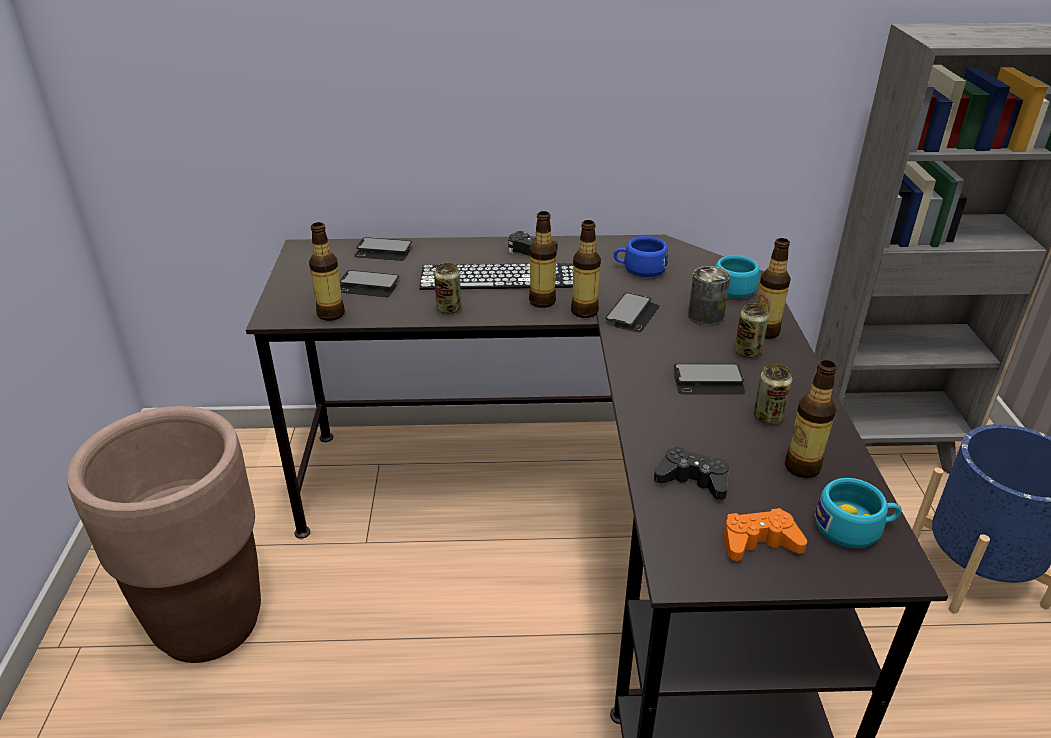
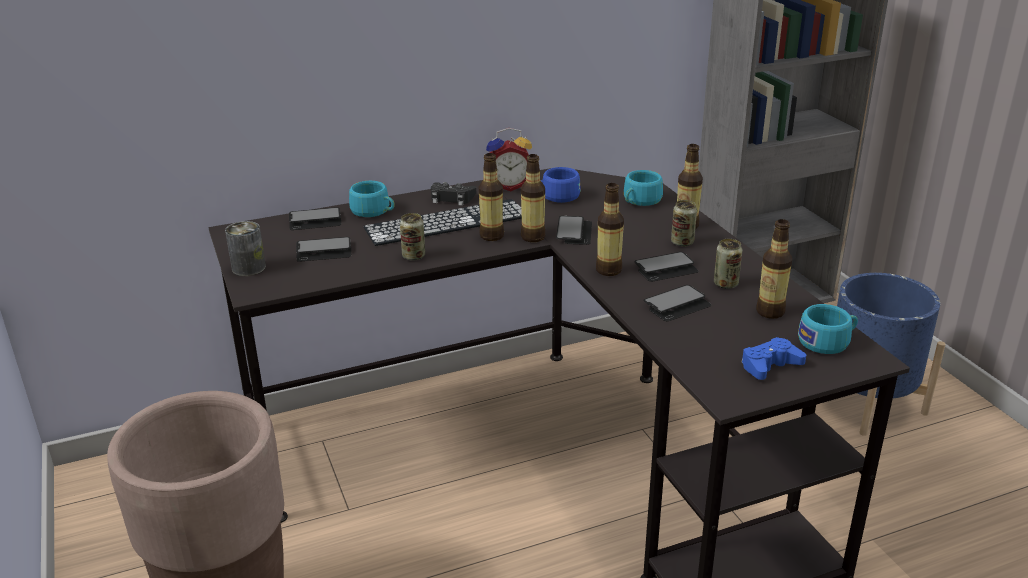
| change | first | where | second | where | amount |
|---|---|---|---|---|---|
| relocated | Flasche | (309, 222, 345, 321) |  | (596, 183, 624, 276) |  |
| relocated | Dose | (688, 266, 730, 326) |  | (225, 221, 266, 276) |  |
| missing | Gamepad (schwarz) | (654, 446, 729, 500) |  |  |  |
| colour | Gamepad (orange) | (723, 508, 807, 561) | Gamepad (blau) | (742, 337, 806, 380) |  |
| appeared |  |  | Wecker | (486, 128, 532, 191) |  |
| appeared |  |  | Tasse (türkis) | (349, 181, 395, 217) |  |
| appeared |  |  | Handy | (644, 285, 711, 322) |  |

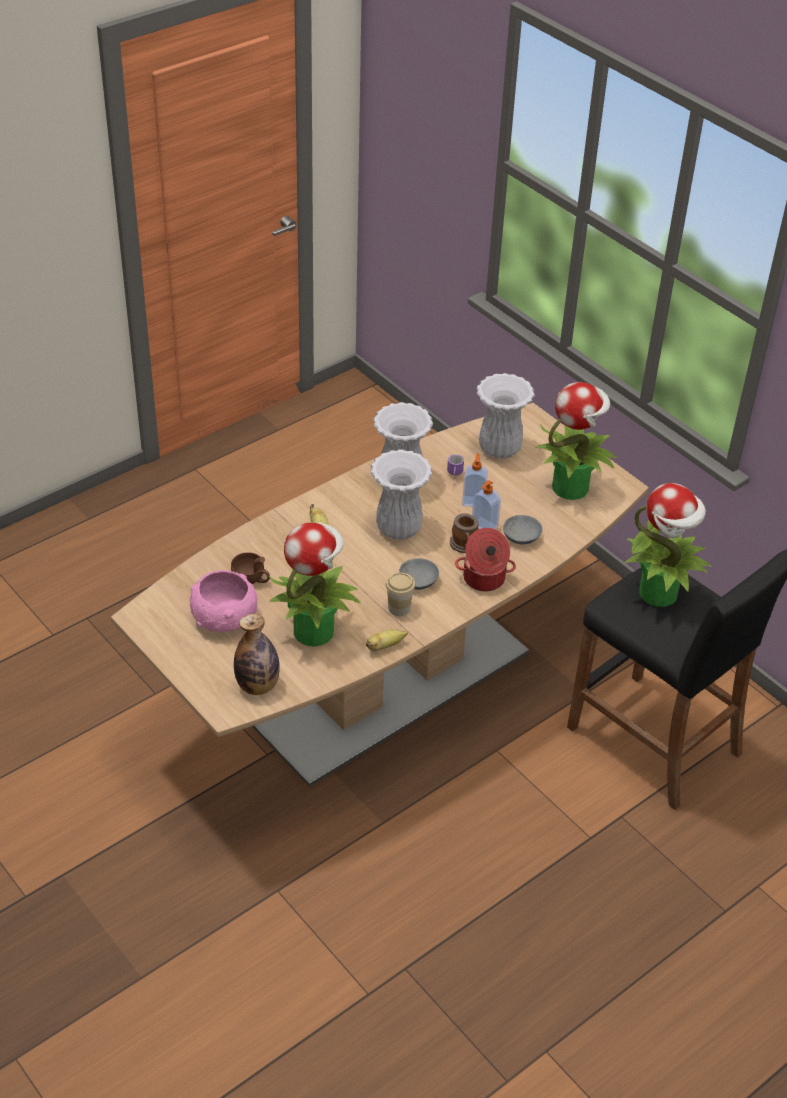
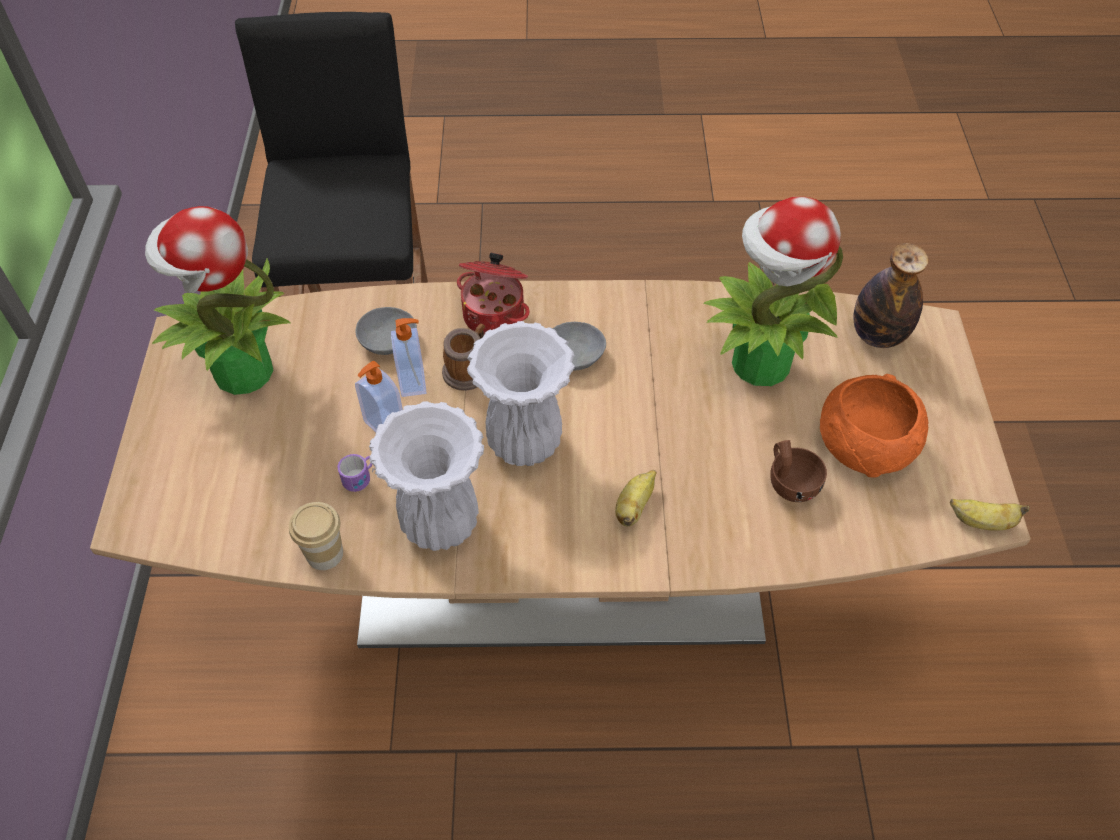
| change | first | where | second | where | amount |
|---|---|---|---|---|---|
| missing | Vase (weiß) | (477, 373, 535, 459) |  |  |  |
| missing | Topfpflanze | (625, 483, 712, 607) |  |  |  |
| colour | Schüssel (rosa) | (190, 570, 258, 632) | Schüssel (orange) | (820, 374, 928, 478) |  |
| relocated | Tasse | (386, 573, 415, 616) |  | (289, 502, 343, 570) |  |
| relocated | Banane | (366, 629, 408, 651) |  | (950, 498, 1030, 530) |  |

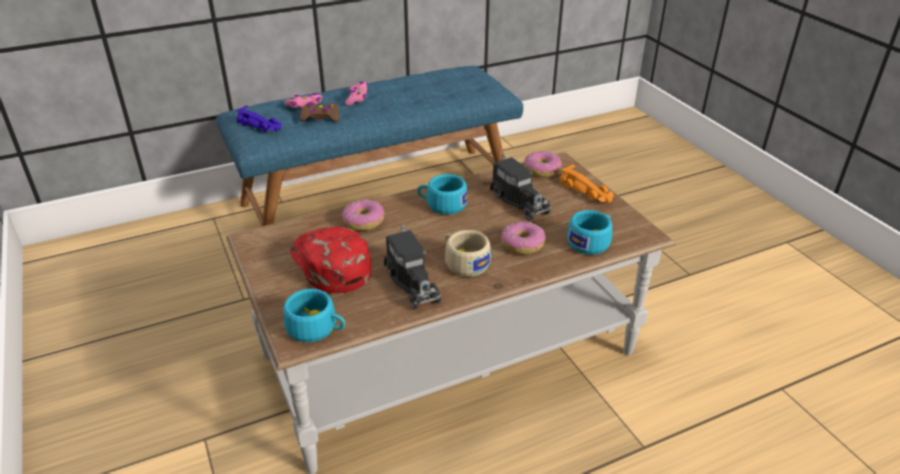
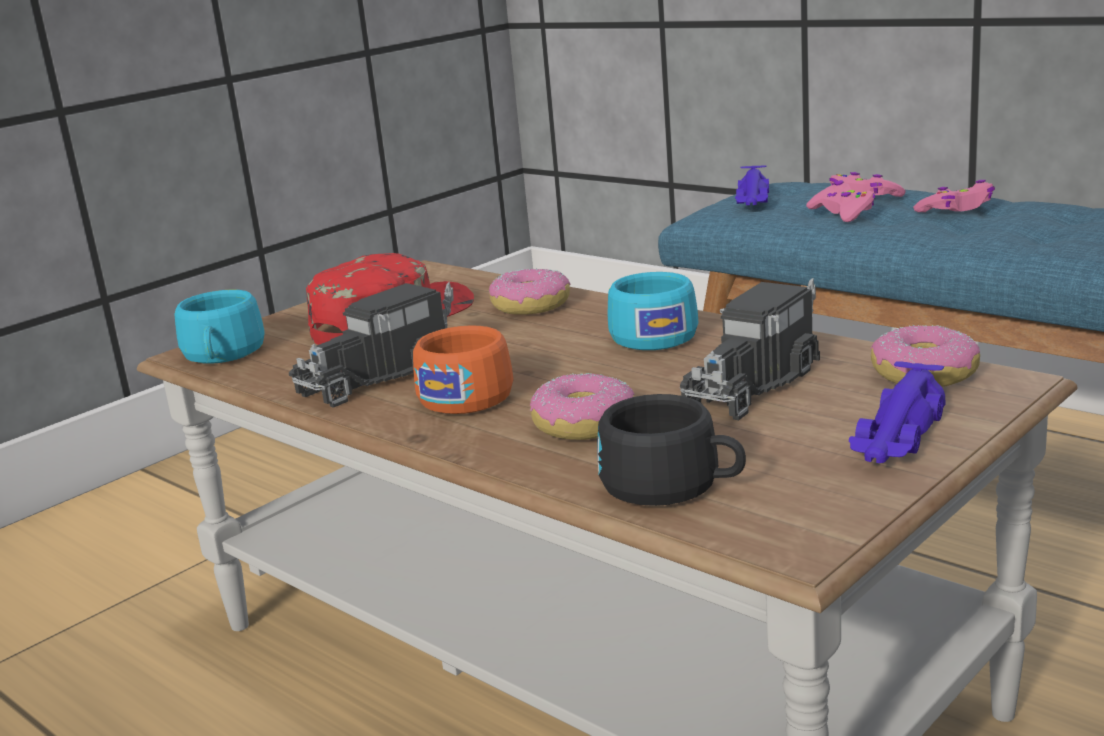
| change | first | where | second | where | amount |
|---|---|---|---|---|---|
| colour | Gamepad (braun) | (300, 102, 339, 122) | Gamepad (rosa) | (806, 180, 875, 222) |  |
| colour | Spielzeugauto (orange) | (559, 164, 614, 203) | Spielzeugauto (lila) | (849, 361, 945, 463) |  |
| colour | Tasse (türkis) | (567, 210, 612, 255) | Tasse (schwarz) | (597, 394, 746, 506) |  |
| colour | Tasse (beige) | (445, 230, 491, 277) | Tasse (orange) | (413, 325, 514, 414) |  |

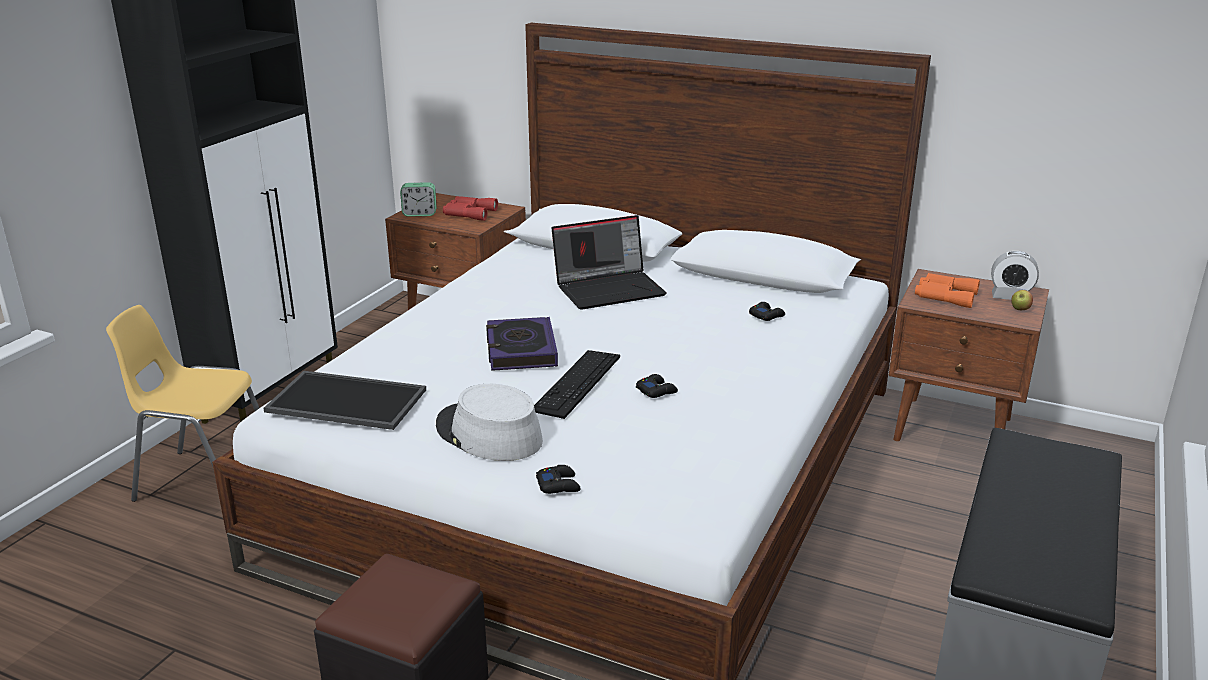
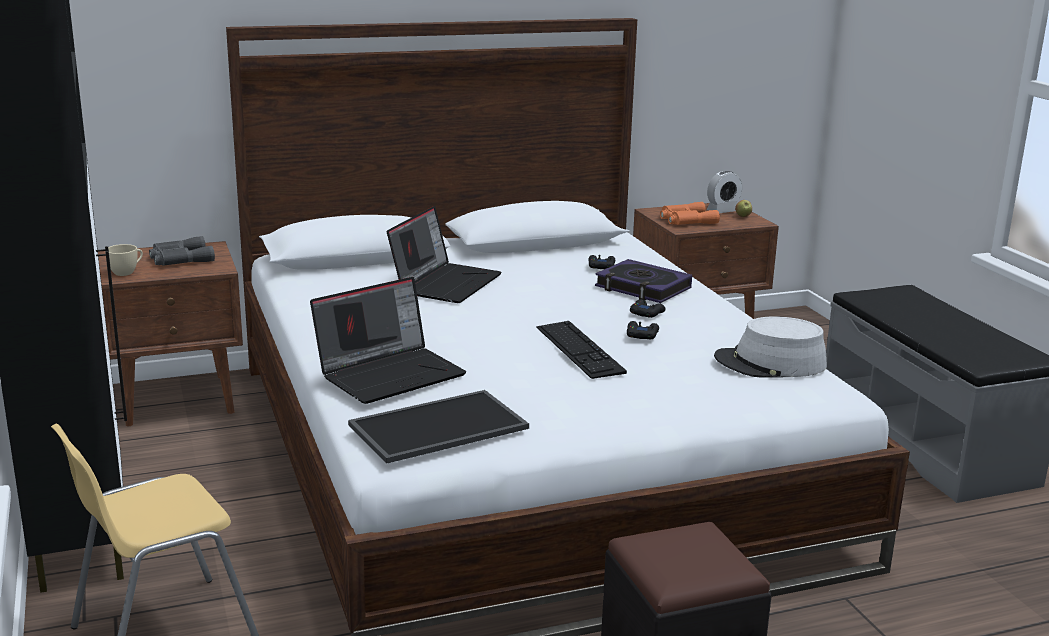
| change | first | where | second | where | amount |
|---|---|---|---|---|---|
| exchanged | Wecker | (400, 182, 437, 217) | Tasse (beige) | (108, 244, 143, 276) |  |
| colour | Fernglas (rot) | (443, 196, 498, 221) | Fernglas (grau) | (149, 236, 215, 266) |  |
| relocated | Buch | (486, 317, 558, 371) |  | (595, 259, 692, 303) |  |
| relocated | Hut (grau) | (436, 384, 543, 461) |  | (714, 316, 827, 378) |  |
| relocated | Gamepad (schwarz) | (536, 465, 581, 494) |  | (630, 299, 665, 318) |  |
| appeared |  |  | Laptop | (310, 277, 466, 404) |  |

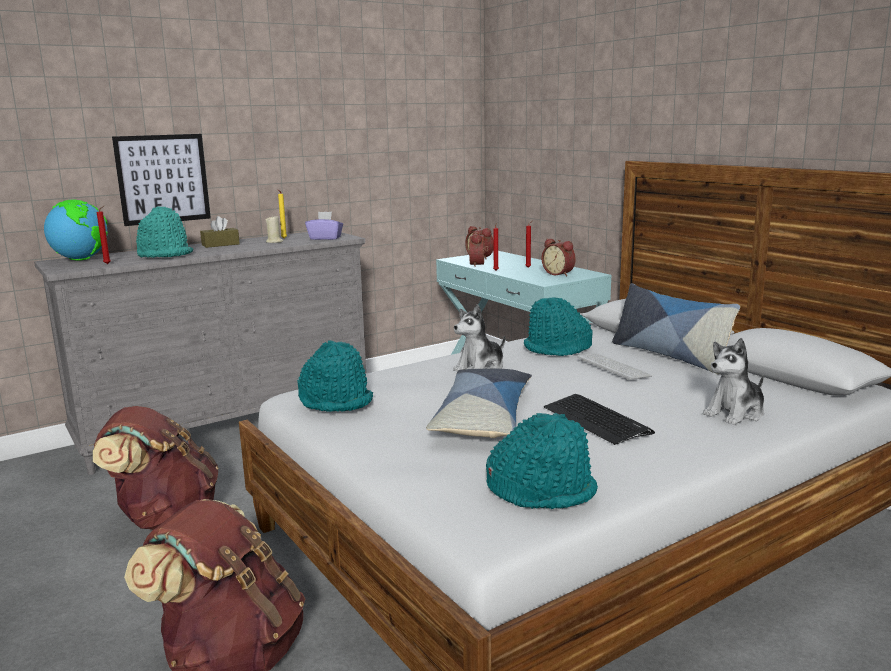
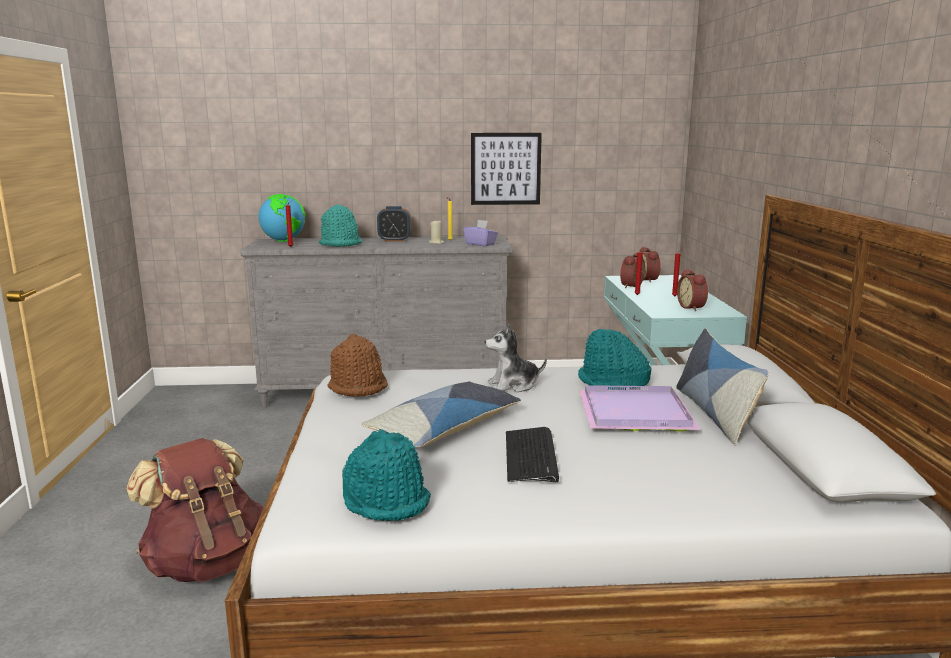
| change | first | where | second | where | amount |
|---|---|---|---|---|---|
| relocated | Bild | (112, 134, 211, 226) |  | (471, 133, 542, 205) |  |
| exchanged | Taschentuchbox (braun) | (200, 216, 240, 248) | Wecker | (377, 206, 411, 242) |  |
| missing | Plüschtier | (703, 338, 764, 425) |  |  |  |
| colour | Hut (türkis) | (297, 340, 373, 412) | Hut (braun) | (328, 334, 388, 397) |  |
| exchanged | Tastatur | (577, 353, 652, 380) | Tablett (lila) | (578, 385, 701, 432) |  |
| missing | Rucksack (braun) | (93, 406, 219, 530) |  |  |  |

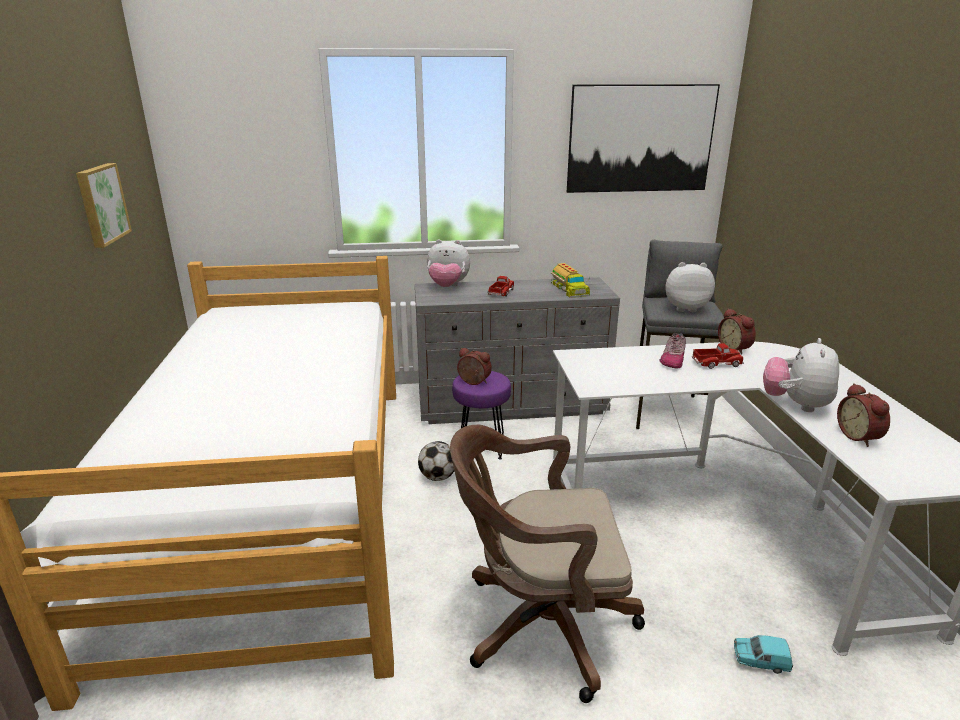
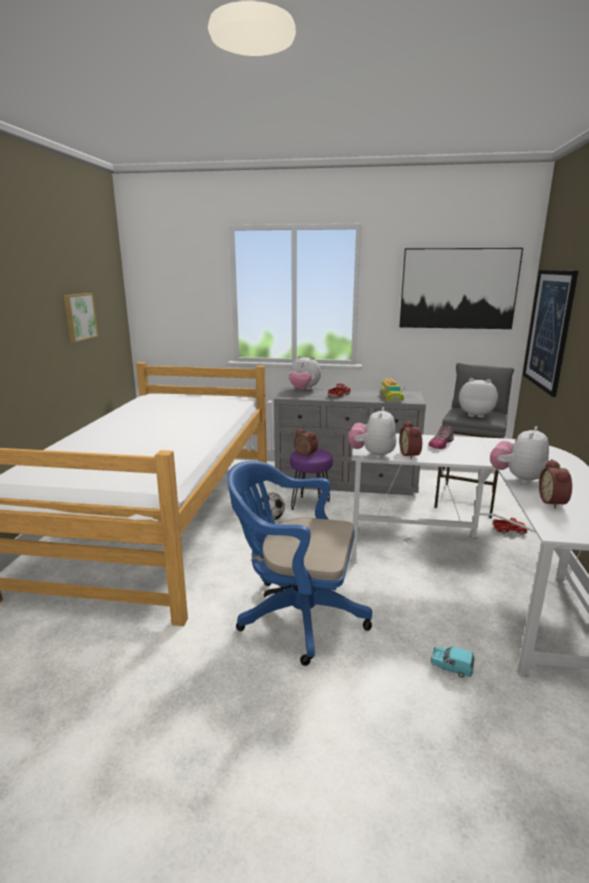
| change | first | where | second | where | amount |
|---|---|---|---|---|---|
| relocated | Wecker | (718, 308, 756, 354) |  | (399, 421, 422, 459) |  |
| relocated | Spielzeuglaster | (692, 343, 744, 369) |  | (492, 518, 528, 535) |  |
| colour | Bürostuhl (braun) | (450, 425, 645, 703) | Bürostuhl (blau) | (227, 461, 372, 666) |  |
| appeared |  |  | Bild | (523, 270, 579, 397) |  |
| appeared |  |  | Plüschtier | (348, 407, 396, 459) |  |

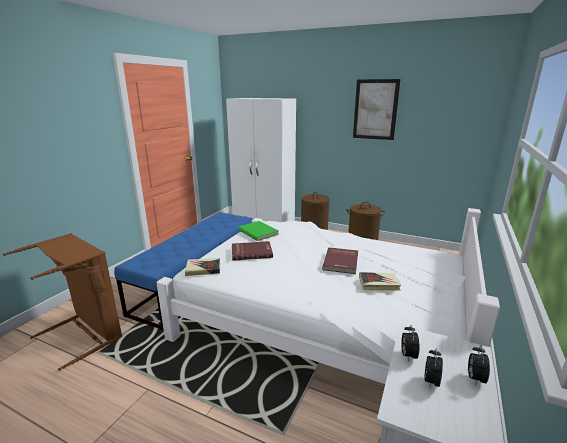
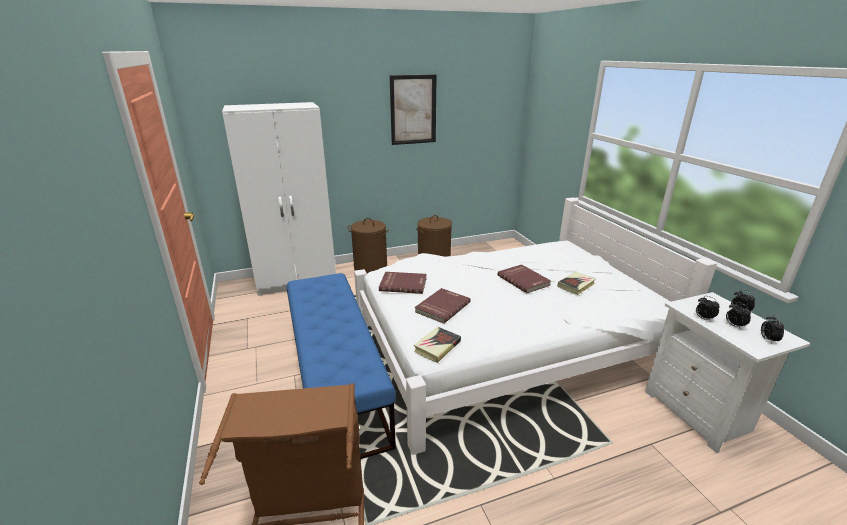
| change | first | where | second | where | amount |
|---|---|---|---|---|---|
| colour | Buch (grün) | (238, 221, 279, 241) | Buch (rot) | (379, 272, 427, 294) |  |
| appeared |  |  | Wecker | (761, 315, 784, 343) |  |

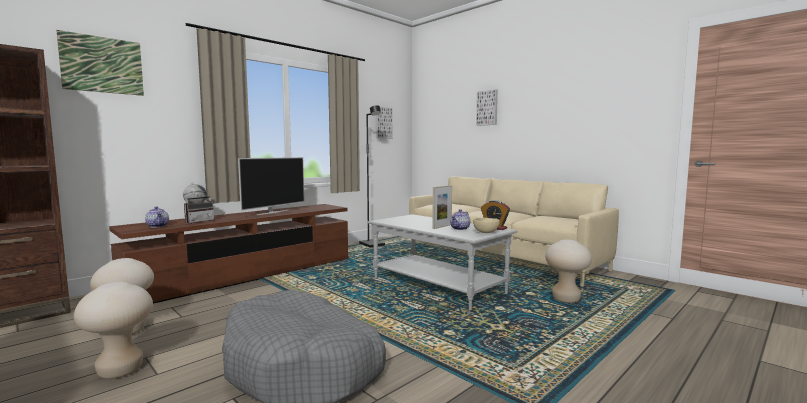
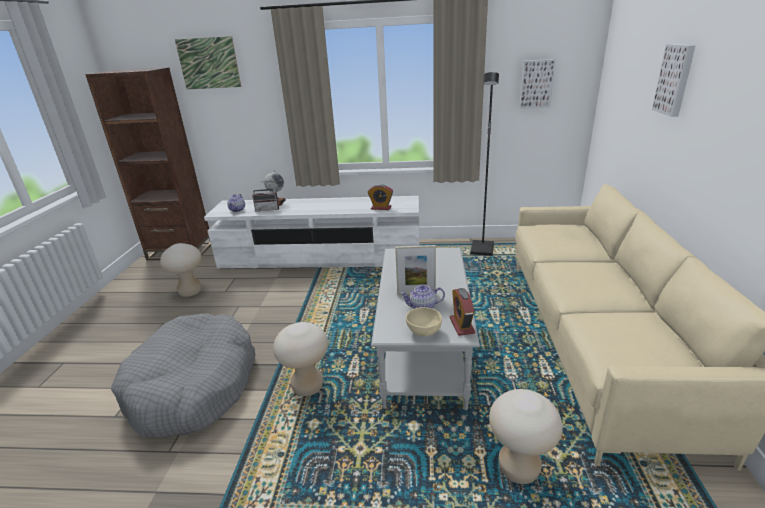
| change | first | where | second | where | amount |
|---|---|---|---|---|---|
| missing | Fernseher | (238, 157, 305, 215) |  |  |  |
| colour | Fernsehschrank (braun) | (109, 204, 348, 304) | Fernsehschrank (weiß) | (204, 196, 420, 269) |  |
| relocated | Hocker (beige) | (74, 282, 153, 379) |  | (273, 322, 328, 396) |  |
| appeared |  |  | Wecker | (368, 184, 393, 210) |  |

